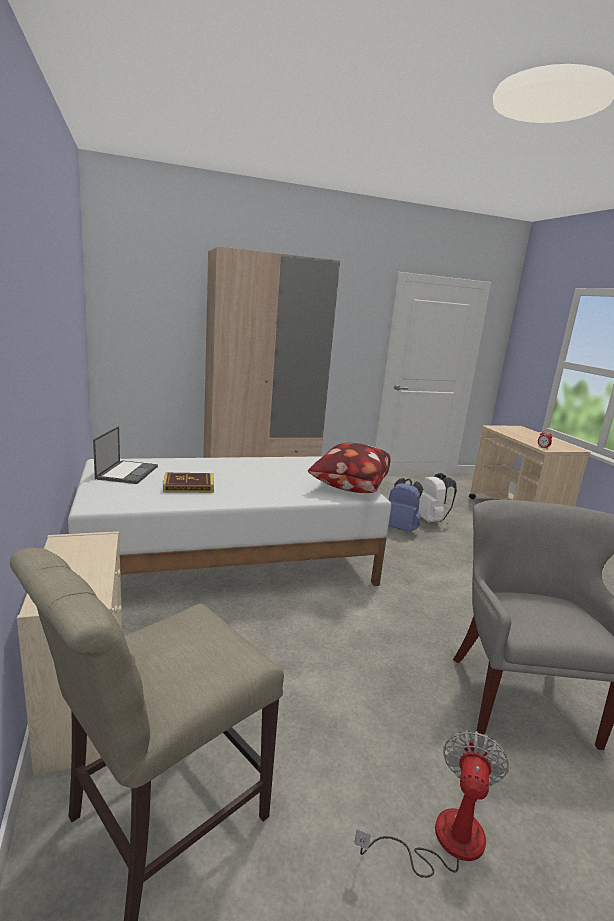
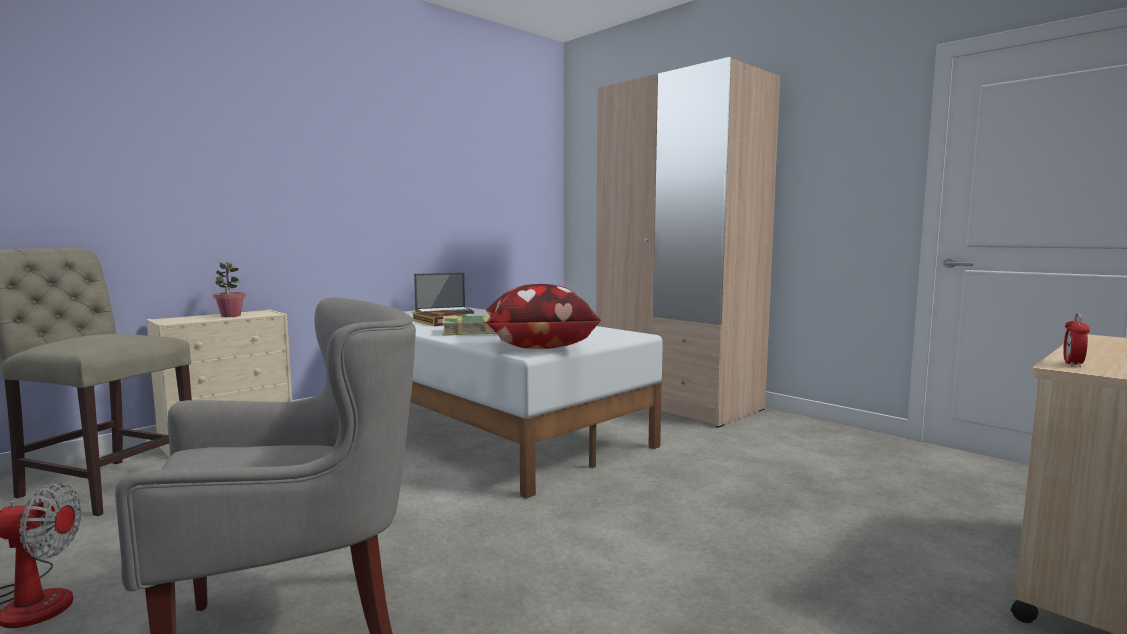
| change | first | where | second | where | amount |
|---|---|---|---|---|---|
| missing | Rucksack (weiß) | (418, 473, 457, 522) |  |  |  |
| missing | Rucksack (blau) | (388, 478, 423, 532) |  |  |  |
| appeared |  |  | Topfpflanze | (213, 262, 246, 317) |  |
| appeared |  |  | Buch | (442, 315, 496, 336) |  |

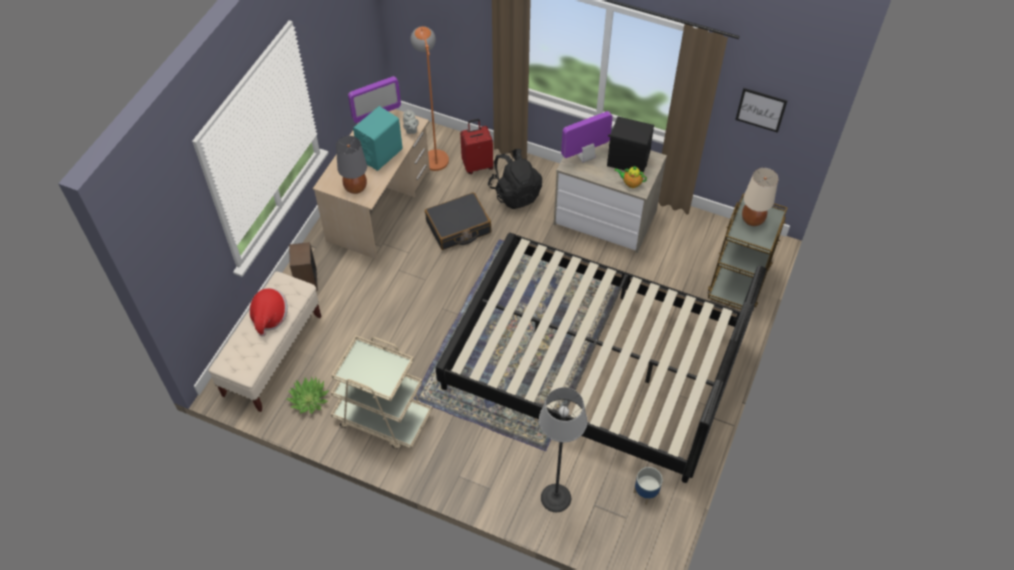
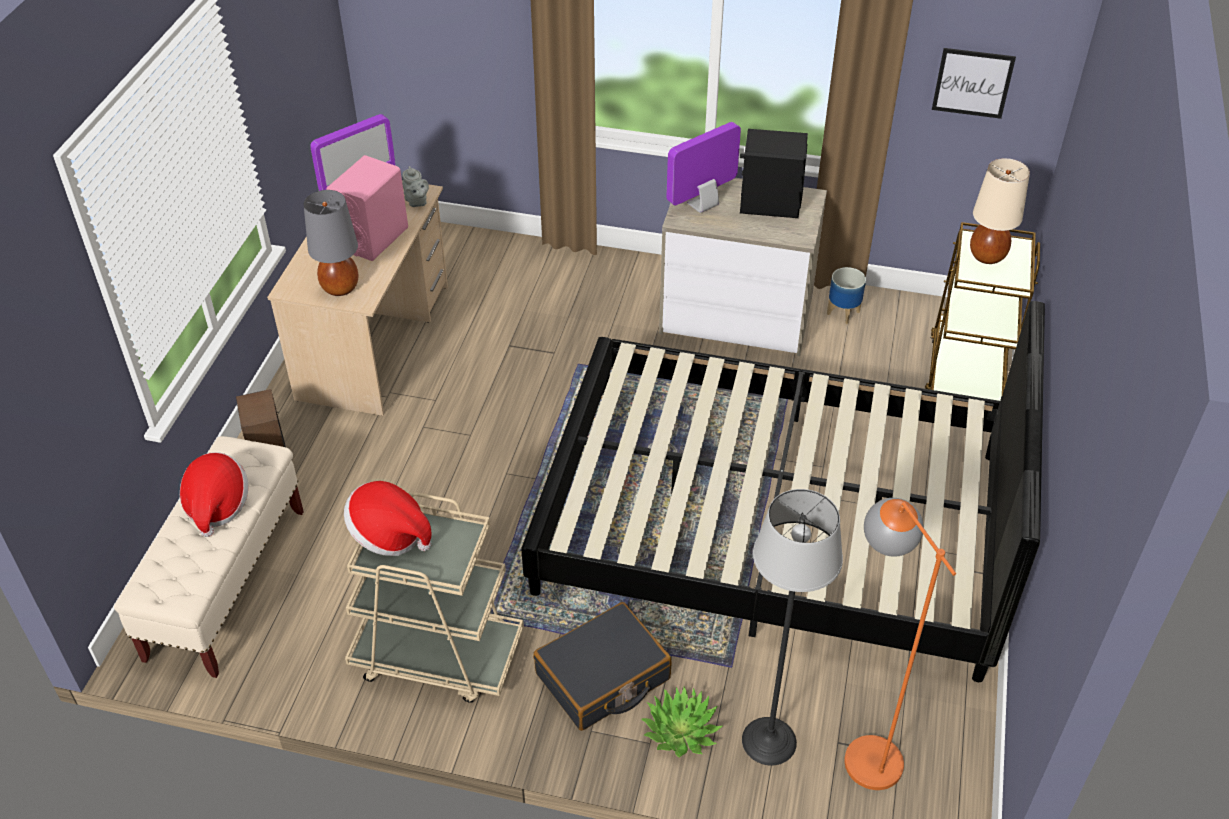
| change | first | where | second | where | amount |
|---|---|---|---|---|---|
| relocated | Stehlampe (orange) | (411, 26, 449, 171) |  | (844, 498, 956, 790) |  |
| colour | Lautsprecher (türkis) | (353, 106, 403, 171) | Lautsprecher (rosa) | (326, 155, 408, 261) |  |
| missing | Koffer (rot) | (460, 119, 493, 174) |  |  |  |
| missing | Rucksack (schwarz) | (488, 149, 542, 209) |  |  |  |
| missing | Teekanne | (614, 166, 647, 188) |  |  |  |
| relocated | Koffer (schwarz) | (425, 192, 491, 250) |  | (533, 602, 671, 731) |  |
| relocated | Topfpflanze | (286, 376, 329, 414) |  | (642, 687, 722, 758) |  |
| relocated | Pflanzkübel | (634, 467, 662, 505) |  | (827, 267, 866, 324) |  |
| appeared |  |  | Hut | (344, 481, 432, 556) |  |

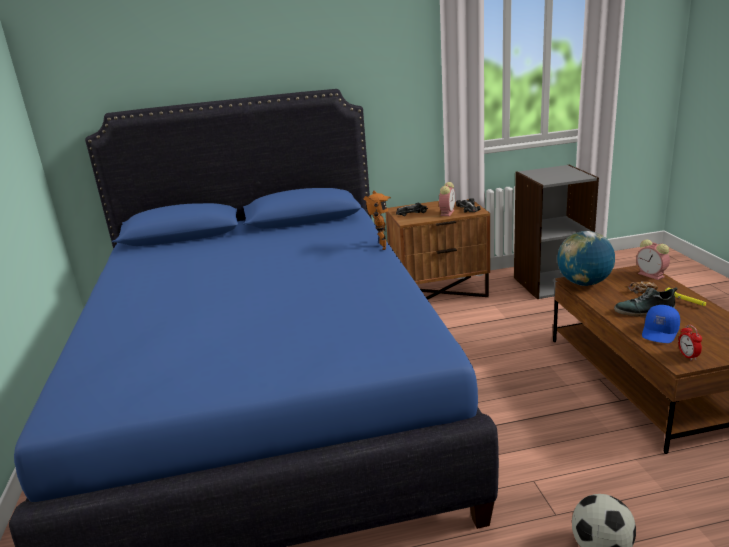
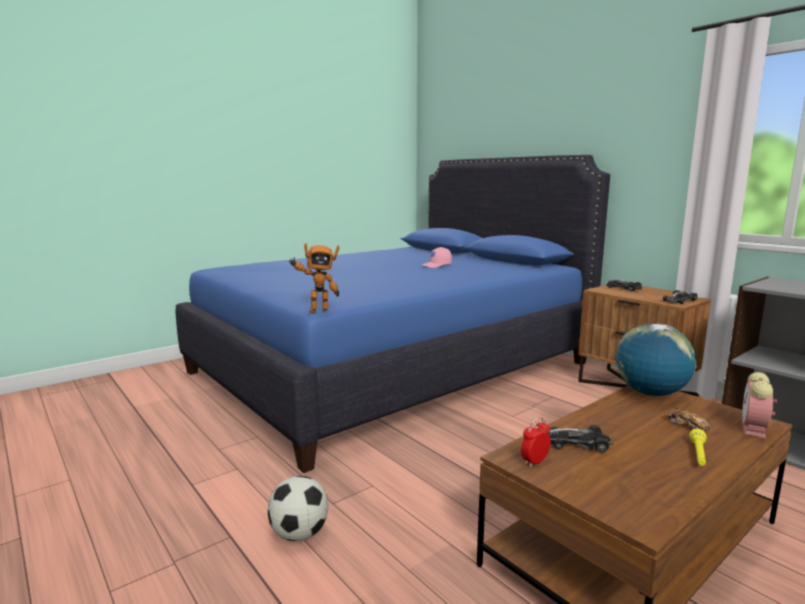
| change | first | where | second | where | amount |
|---|---|---|---|---|---|
| missing | Wecker | (439, 182, 455, 216) |  |  |  |
| relocated | Spielzeugroboter | (364, 191, 391, 250) |  | (289, 243, 339, 313) |  |
| missing | Schuh | (614, 287, 678, 316) |  |  |  |
| exchanged | Kappe (blau) | (642, 305, 680, 343) | Spielzeugauto | (548, 425, 613, 452) |  |
| appeared |  |  | Kappe (rosa) | (422, 247, 452, 268) |  |

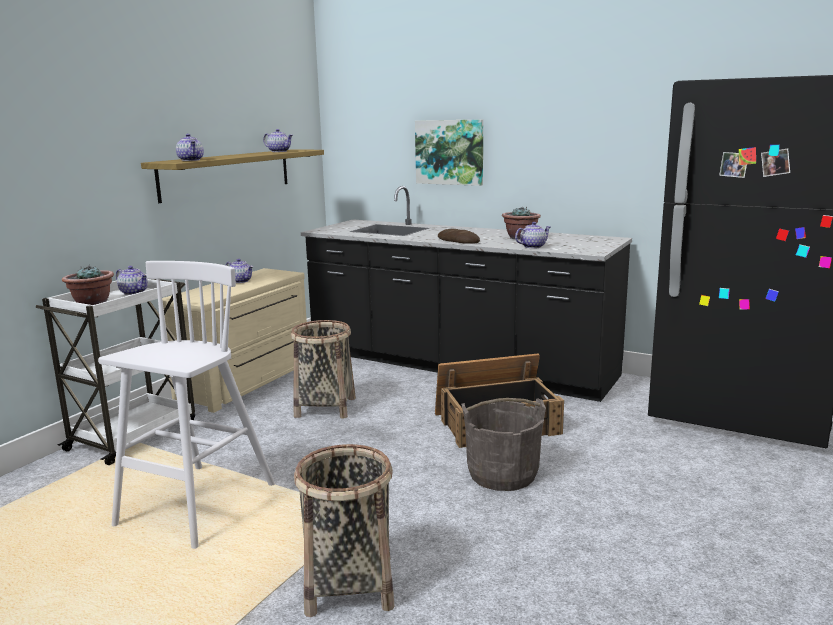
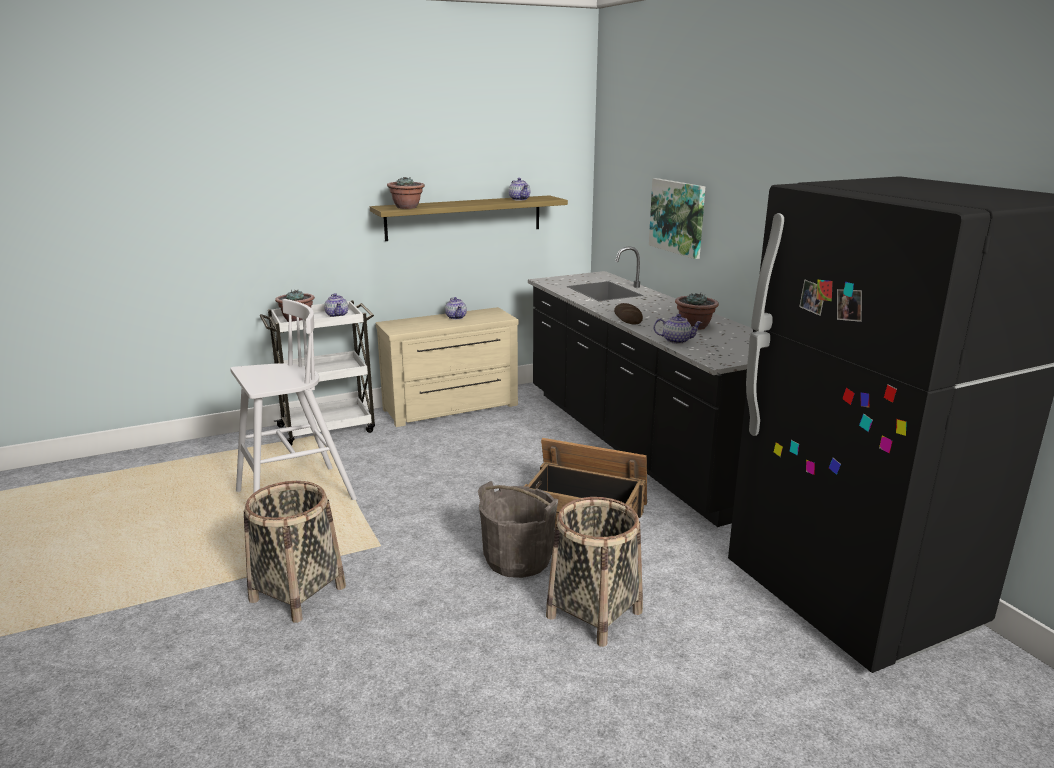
| change | first | where | second | where | amount |
|---|---|---|---|---|---|
| exchanged | Teekanne | (176, 134, 204, 161) | Topfpflanze | (387, 177, 425, 209) |  |
| relocated | Korb | (291, 320, 356, 419) |  | (546, 497, 643, 647) |  |

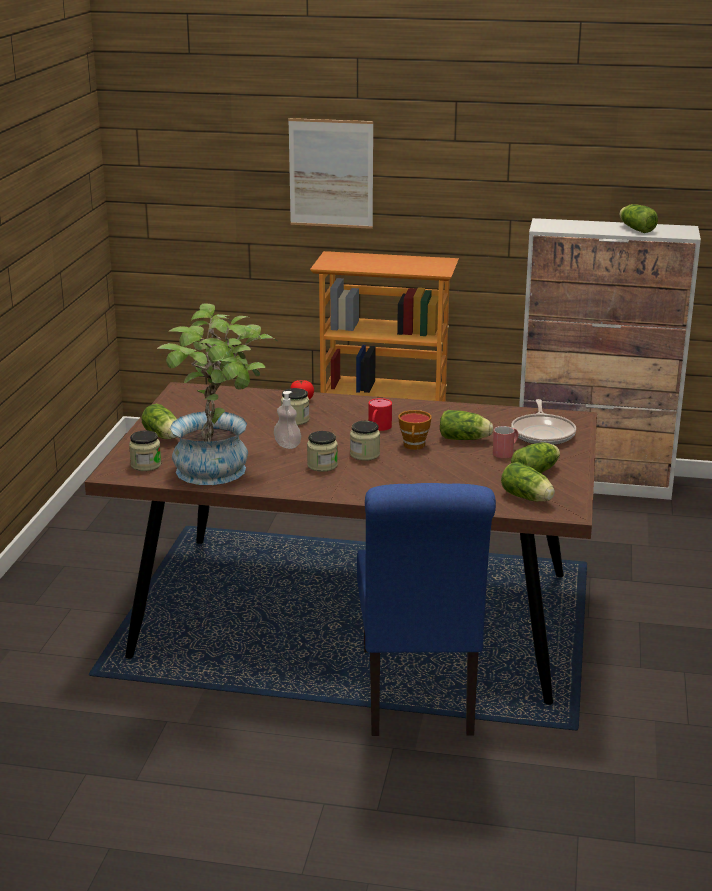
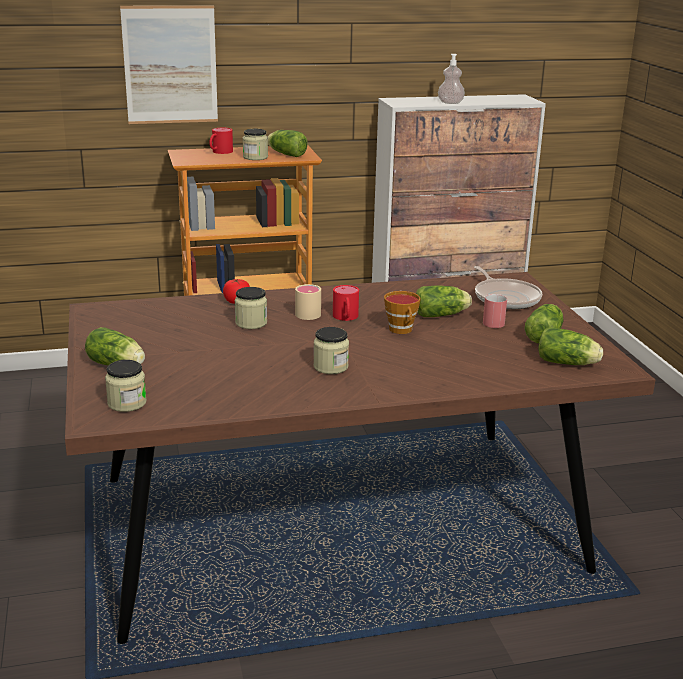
| change | first | where | second | where | amount |
|---|---|---|---|---|---|
| relocated | Salatkopf | (619, 204, 658, 233) |  | (268, 130, 308, 157) |  |
| missing | Topfpflanze | (157, 303, 277, 485) |  |  |  |
| relocated | Seifenspender | (274, 391, 301, 449) |  | (438, 54, 465, 104) |  |
| relocated | Vorratsglas | (350, 421, 380, 461) |  | (243, 129, 268, 160) |  |
| missing | Stuhl (blau) | (357, 483, 496, 736) |  |  |  |
| appeared |  |  | Henkelbecher (rot) | (209, 128, 233, 154) |  |
| appeared |  |  | Henkelbecher (beige) | (295, 284, 321, 320) |  |

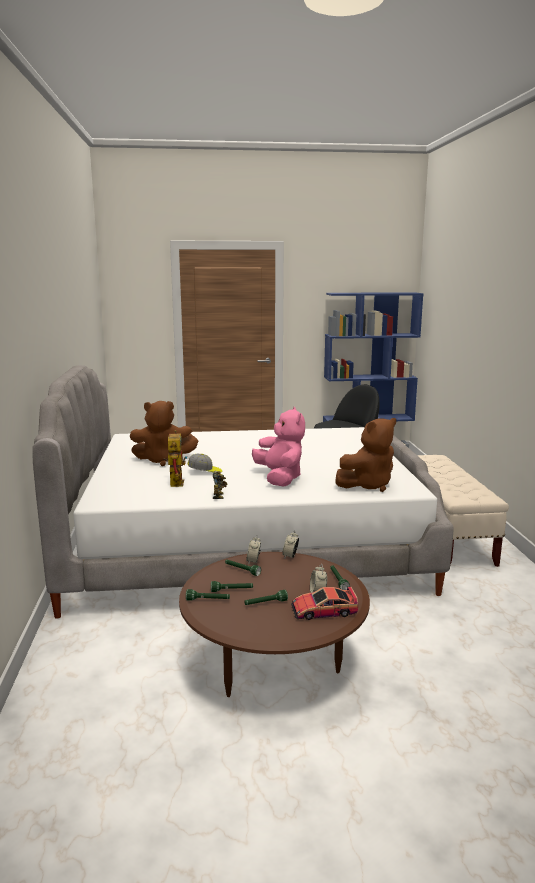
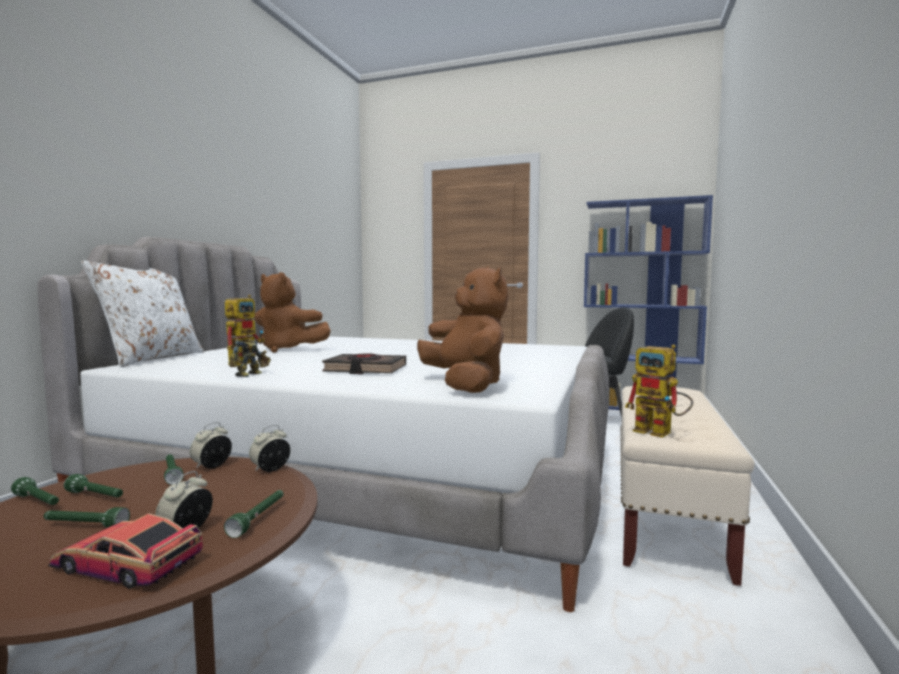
| change | first | where | second | where | amount |
|---|---|---|---|---|---|
| exchanged | Plüschtier (rosa) | (252, 407, 305, 487) | Buch (schwarz) | (322, 354, 406, 374) |  |
| spun | Plüschtier (braun) | (336, 418, 396, 492) |  | (417, 266, 508, 393) | 105 degrees counterclockwise |
| missing | Kappe | (188, 454, 222, 472) |  |  |  |
| appeared |  |  | Kissen (weiß) | (81, 260, 204, 367) |  |
| appeared |  |  | Spielzeugroboter | (625, 344, 693, 438) |  |

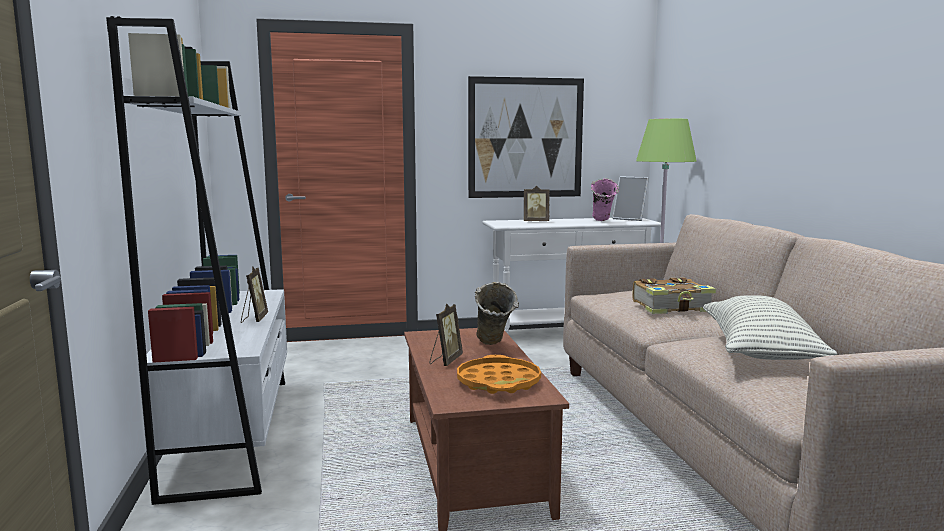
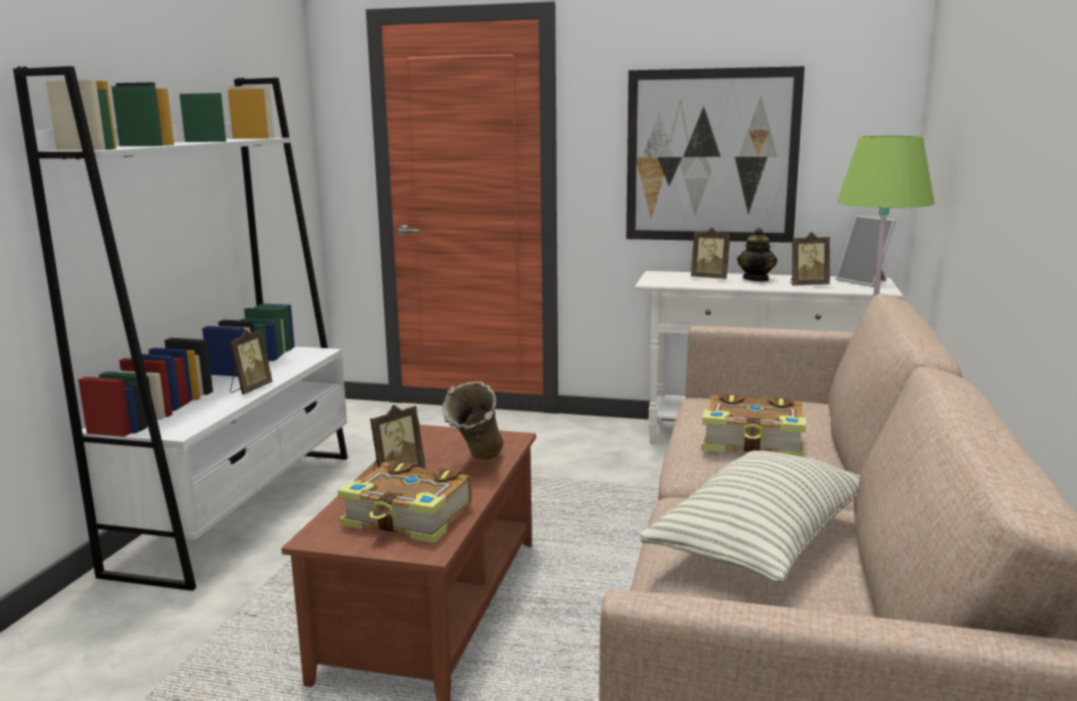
| change | first | where | second | where | amount |
|---|---|---|---|---|---|
| exchanged | Vase (rosa) | (591, 178, 619, 221) | Bilderrahmen | (790, 232, 830, 285) |  |
| exchanged | Tablett (orange) | (457, 355, 541, 394) | Buch | (338, 460, 472, 543) |  |
| appeared |  |  | Teekanne | (737, 228, 777, 281) |  |

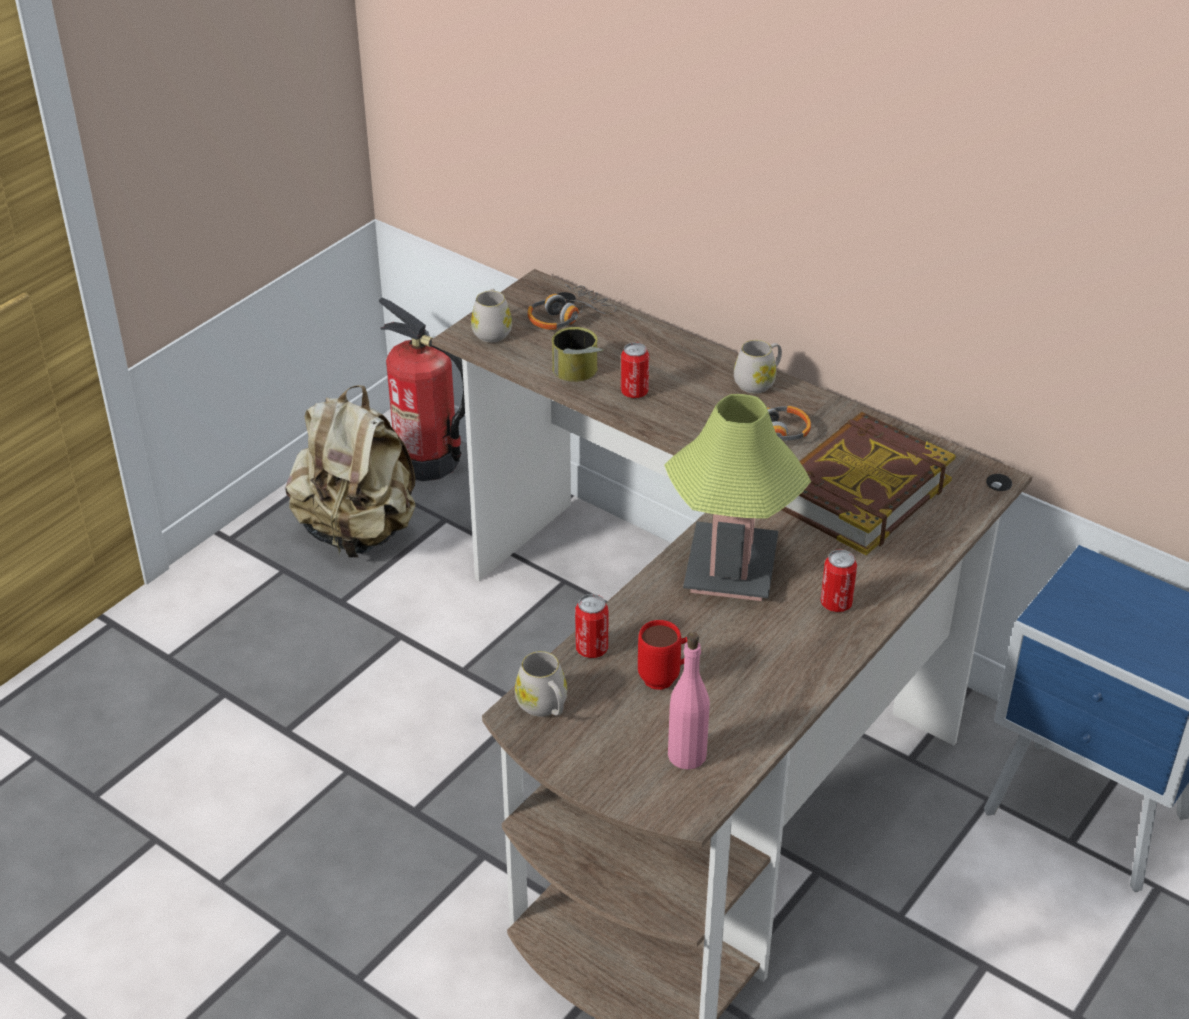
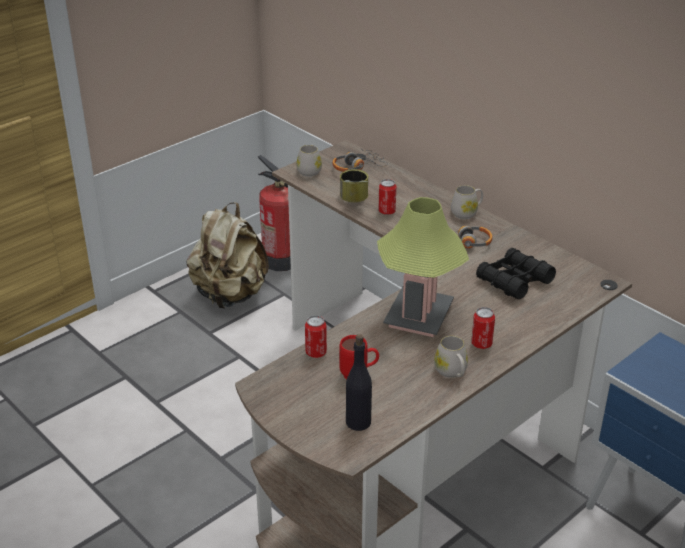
| change | first | where | second | where | amount |
|---|---|---|---|---|---|
| exchanged | Buch | (782, 412, 956, 555) | Fernglas (schwarz) | (476, 248, 556, 299) |  |
| colour | Flasche (rosa) | (668, 632, 710, 770) | Flasche (schwarz) | (346, 334, 372, 431) |  |
| relocated | Henkelbecher (weiß) | (515, 651, 567, 717) |  | (434, 336, 468, 378) |  |

